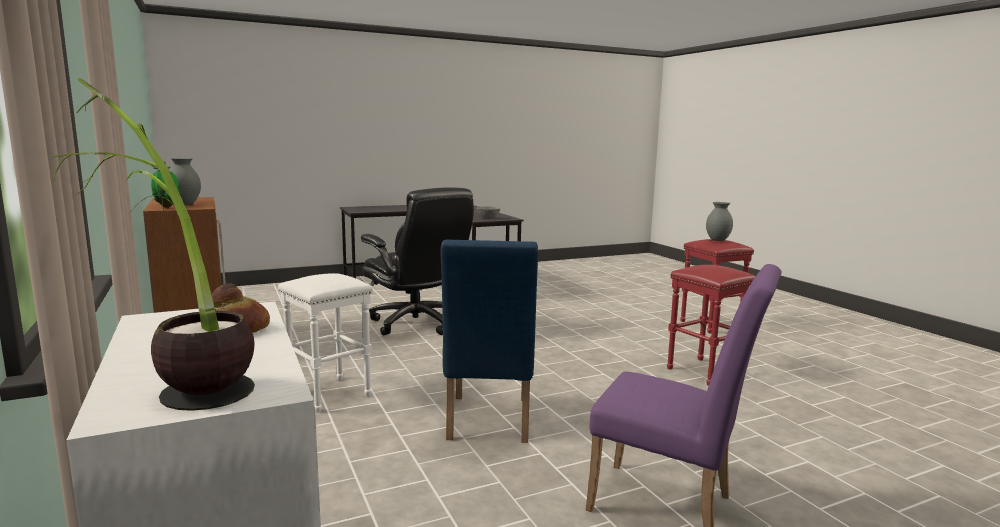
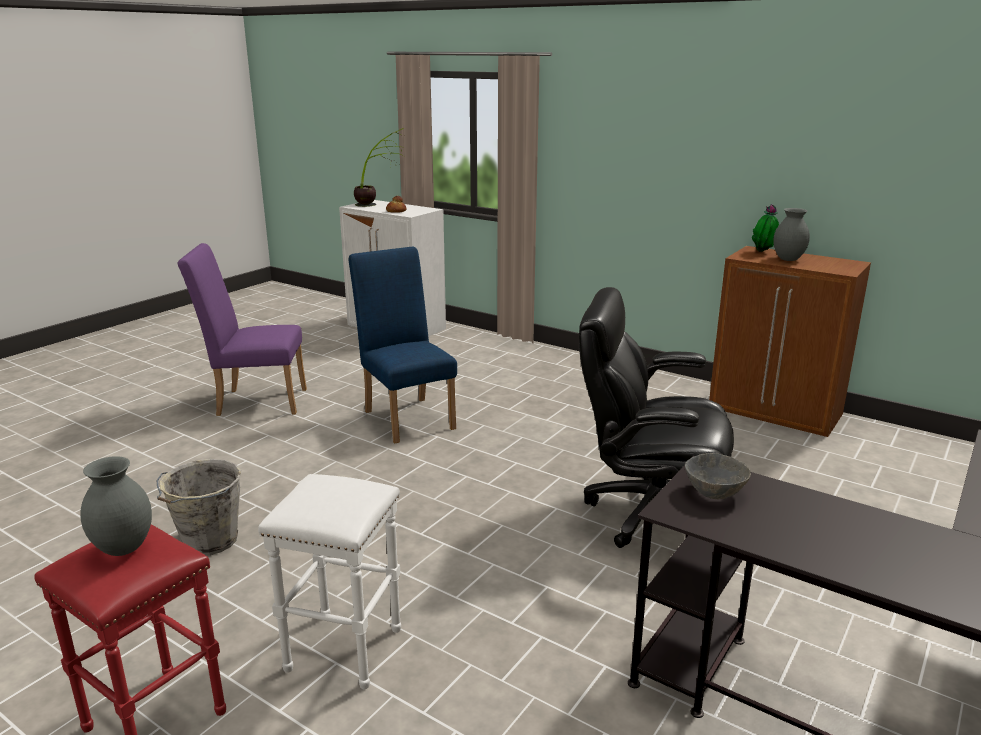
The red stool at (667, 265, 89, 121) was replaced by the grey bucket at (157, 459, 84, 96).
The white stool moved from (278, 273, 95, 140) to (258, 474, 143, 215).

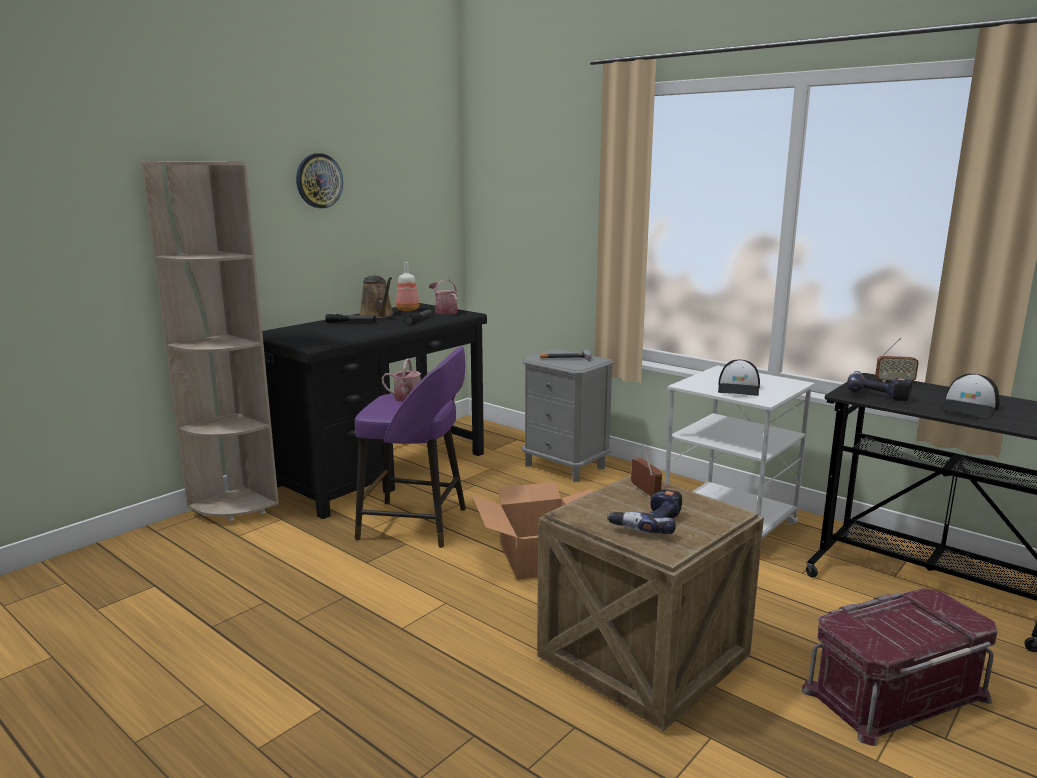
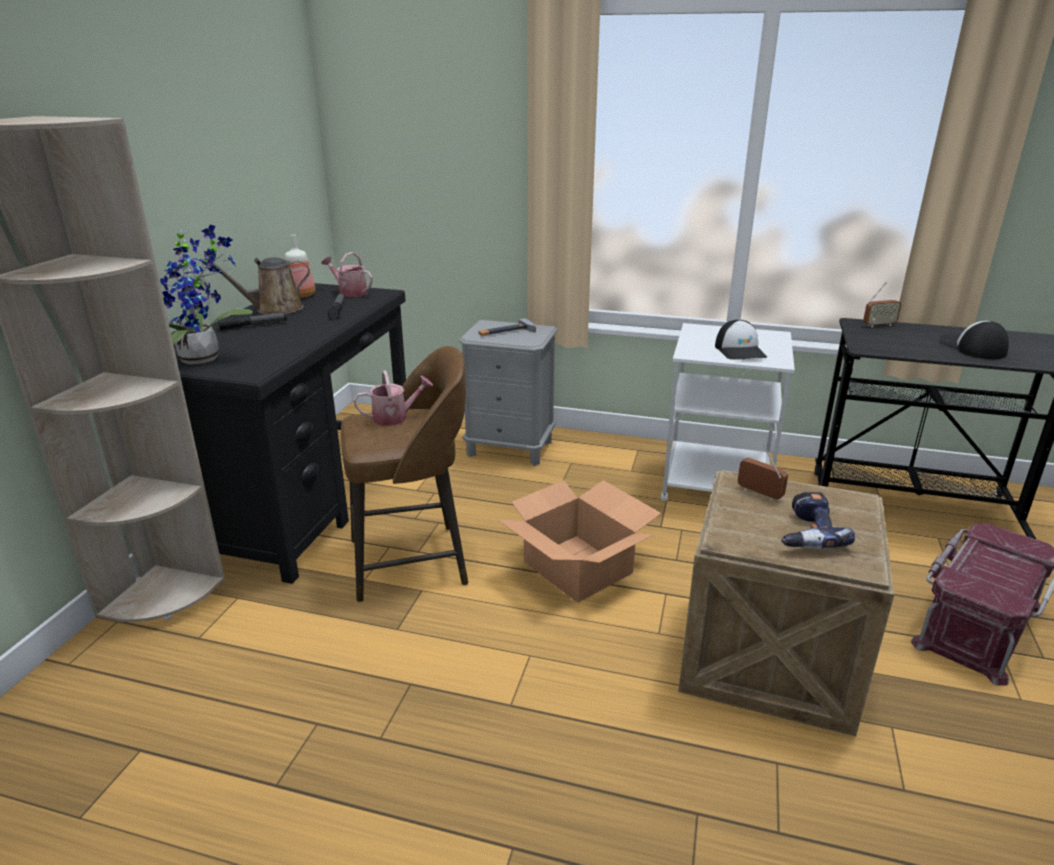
The potted plant at (160, 225, 93, 139) appeared.
The brown watering can at (359, 276, 35, 42) turned 120 degrees clockwise.
The purple stool at (355, 346, 111, 202) became the brown stool at (341, 346, 127, 256).
The cap at (939, 374, 61, 44) turned 150 degrees clockwise.
The wall clock at (296, 153, 47, 55) disappeared.
The power drill at (847, 371, 65, 30) disappeared.

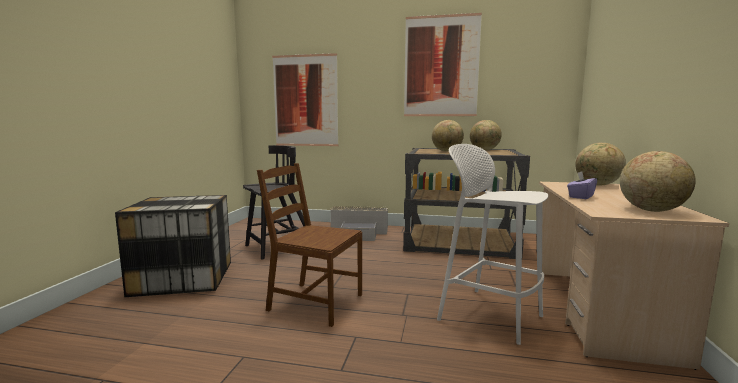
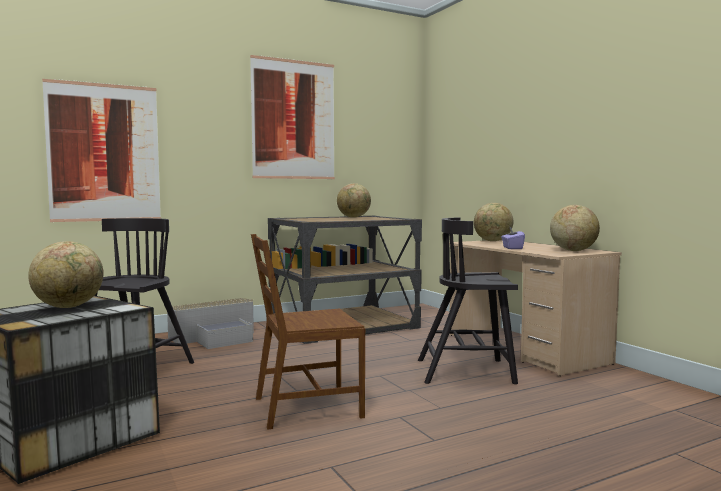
The globe moved from (432, 120, 32, 32) to (28, 241, 76, 67).
The white stool at (437, 144, 111, 201) was replaced by the black chair at (418, 218, 100, 166).

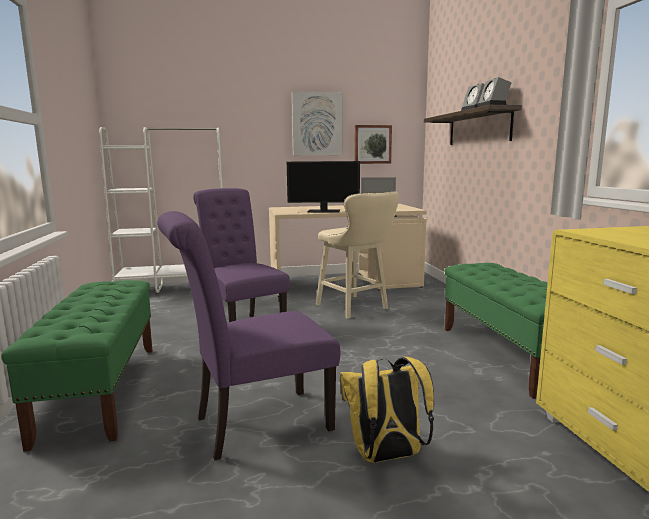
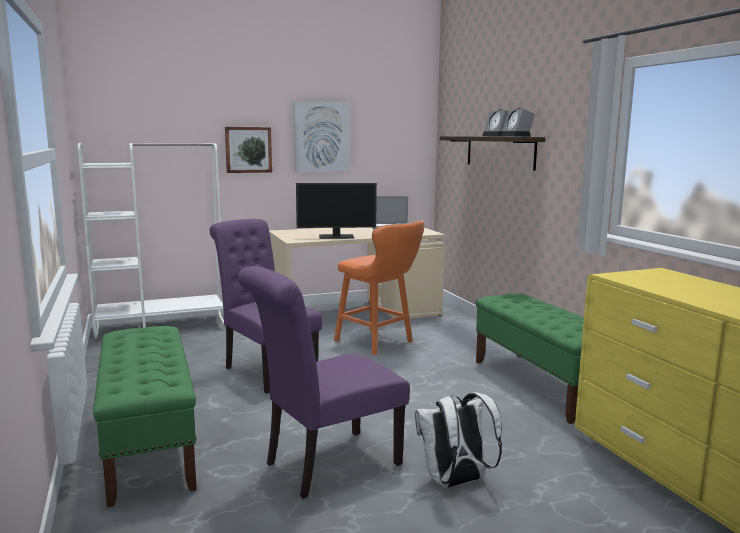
The picture moved from (354, 125, 38, 39) to (225, 127, 47, 46).
The beige stool at (315, 191, 84, 128) became the orange stool at (334, 220, 91, 135).
The yellow backpack at (340, 356, 94, 107) became the white backpack at (415, 392, 87, 96).

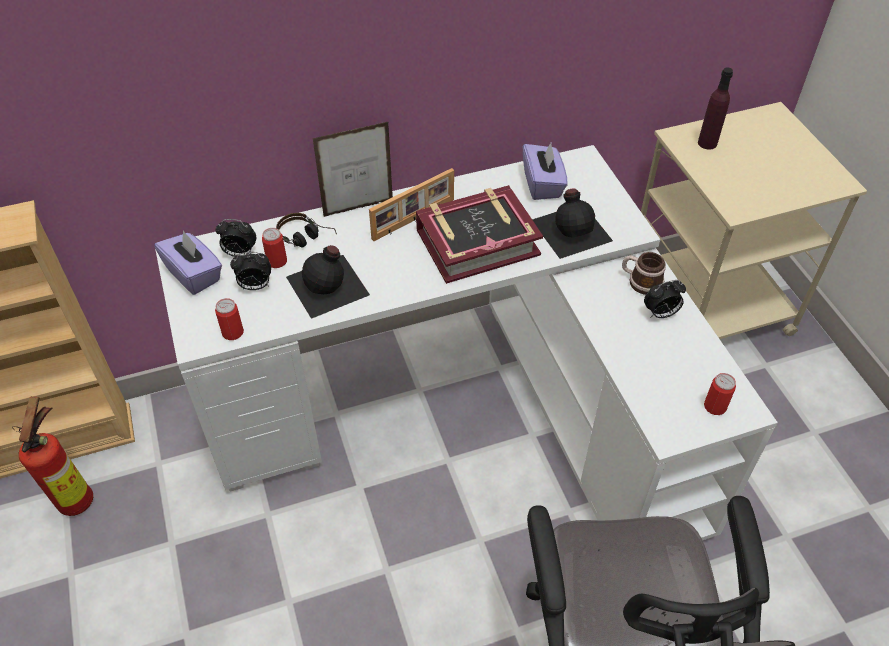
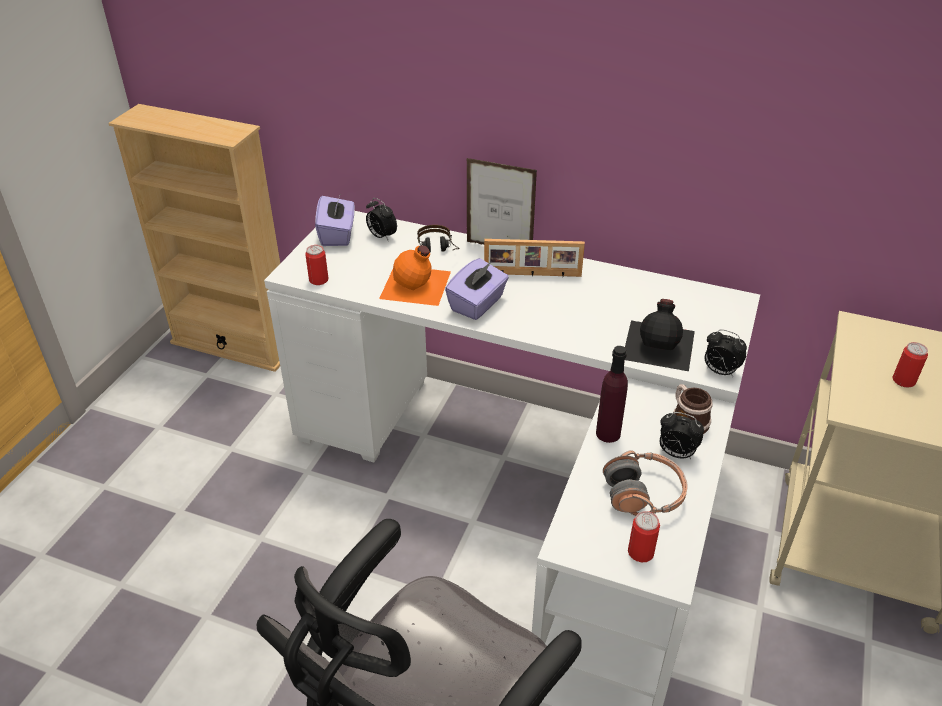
The black bottle at (286, 245, 84, 74) became the orange bottle at (379, 245, 72, 61).
The purple tissue box moved from (523, 143, 45, 57) to (445, 258, 64, 62).
The purple bottle moved from (698, 67, 35, 83) to (596, 346, 32, 97).
The headphones at (603, 450, 85, 66) appeared.
The alarm clock moved from (230, 252, 41, 38) to (705, 329, 42, 48).
The can moved from (262, 228, 25, 40) to (892, 342, 36, 45).
The fire extinguisher at (12, 396, 81, 120) disappeared.
The book at (416, 185, 127, 99) disappeared.

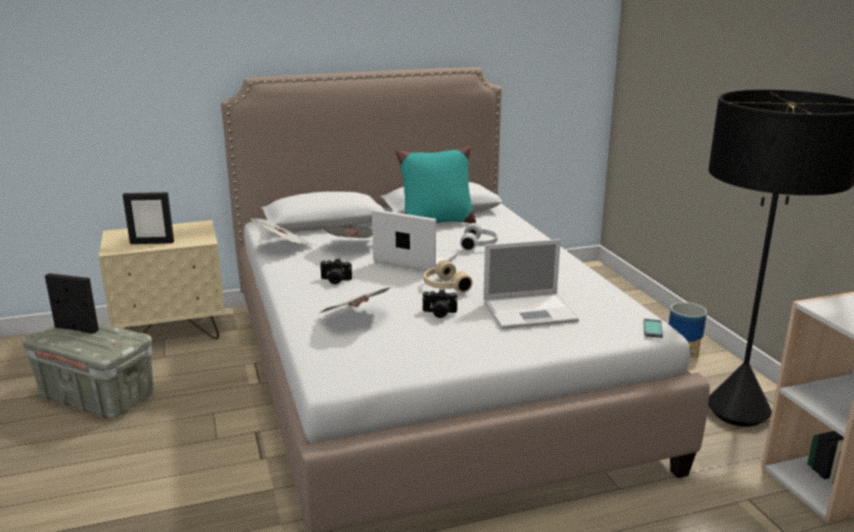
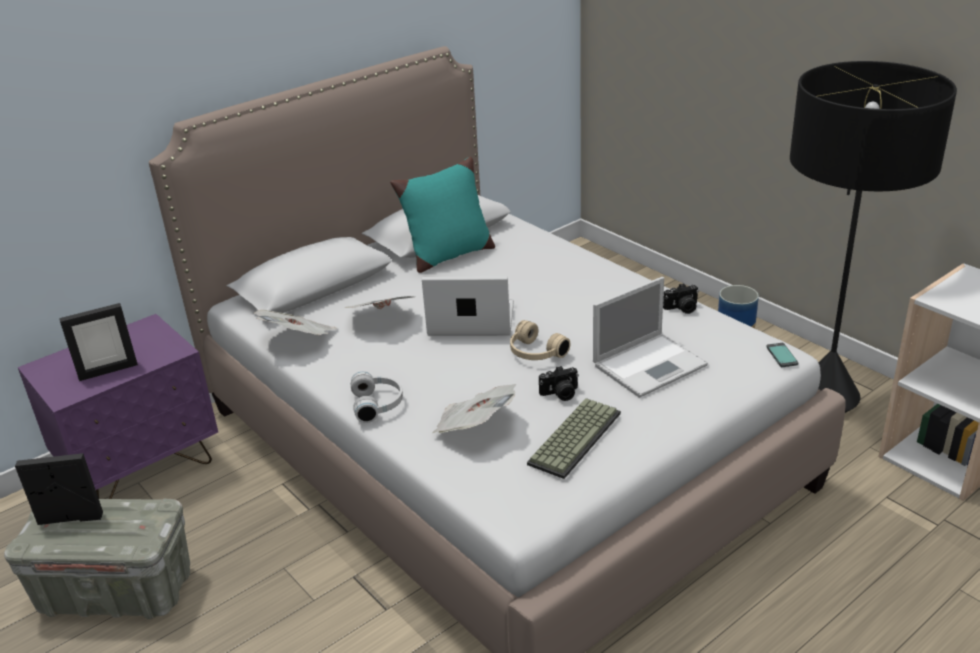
The beige nightstand at (99, 220, 126, 119) became the purple nightstand at (18, 314, 200, 185).
The white headphones moved from (460, 223, 38, 28) to (351, 371, 52, 52).
The keyboard at (527, 398, 94, 81) appeared.
The photo camera moved from (320, 258, 32, 26) to (663, 283, 36, 31).

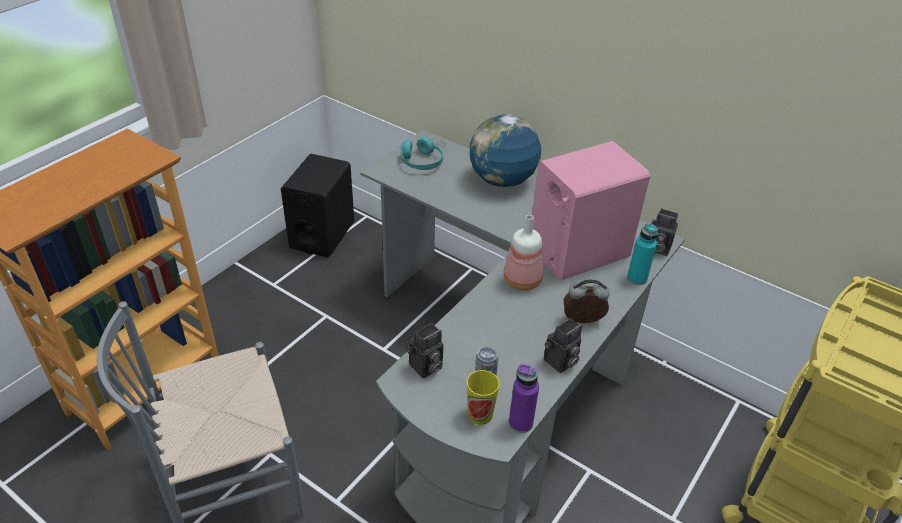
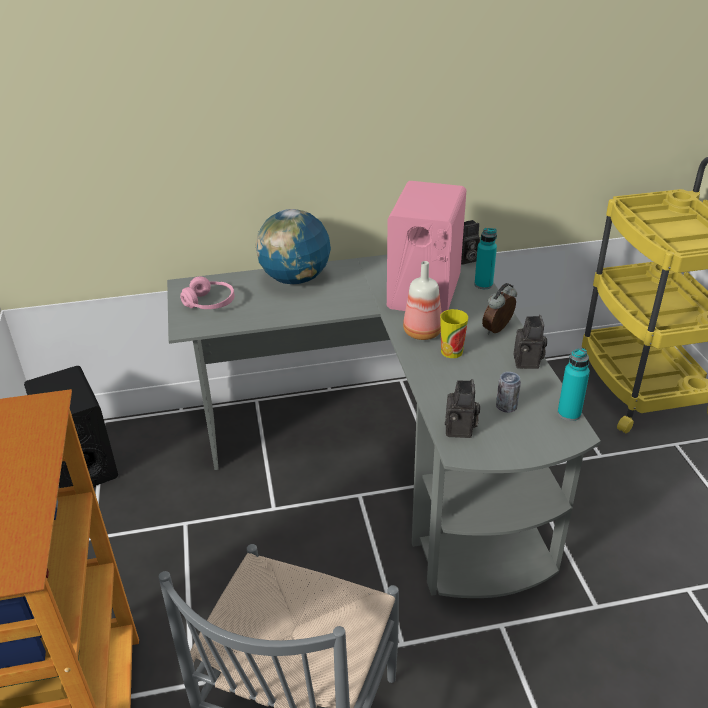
The turquoise headphones at (401, 136, 42, 34) became the pink headphones at (180, 276, 54, 33).
The cup moved from (467, 370, 33, 55) to (440, 309, 28, 49).
The purple bottle at (509, 364, 30, 69) became the turquoise bottle at (558, 348, 32, 73).

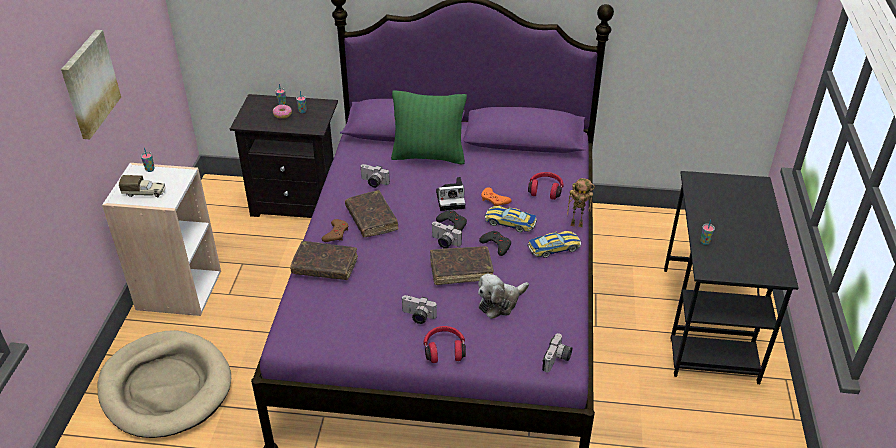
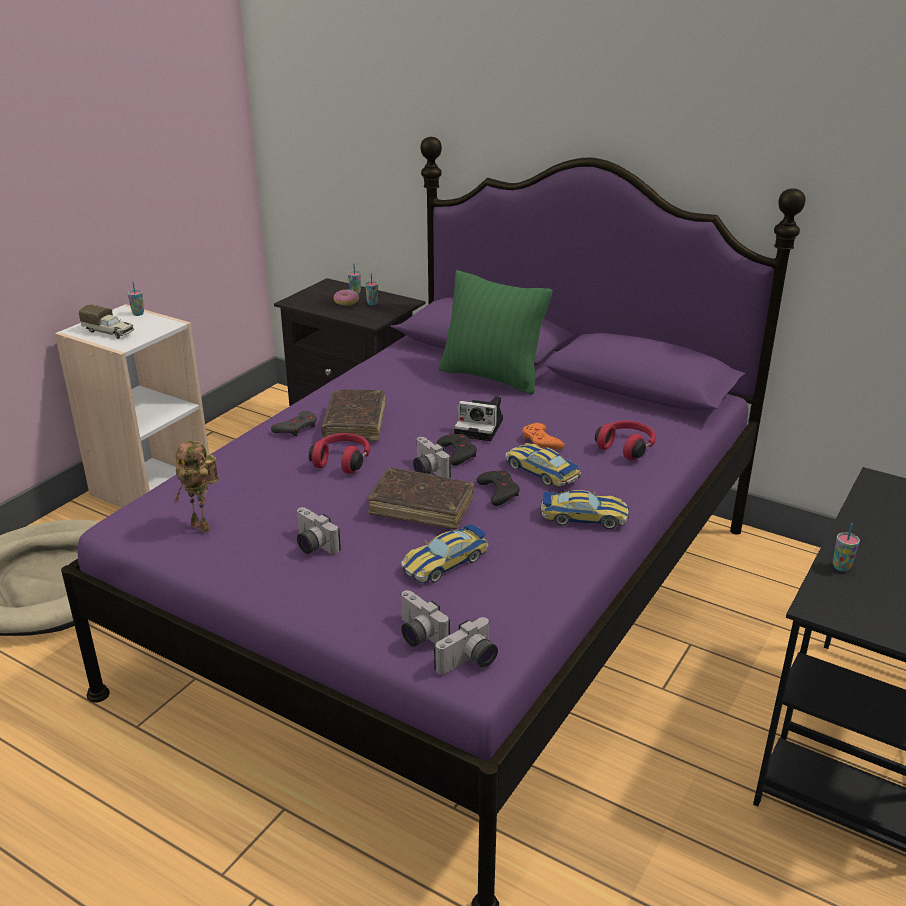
The toy robot moved from (567, 178, 28, 49) to (174, 441, 45, 91).
The brown game controller at (322, 219, 26, 23) became the grey game controller at (271, 411, 46, 26).
The red headphones moved from (424, 326, 42, 37) to (309, 433, 61, 41).
The plush toy at (478, 273, 51, 46) was replaced by the toy car at (401, 524, 88, 60).
The photo camera moved from (361, 164, 29, 24) to (401, 590, 49, 57).
The picture at (61, 30, 60, 109) disappeared.
The brown book at (290, 241, 68, 39) disappeared.

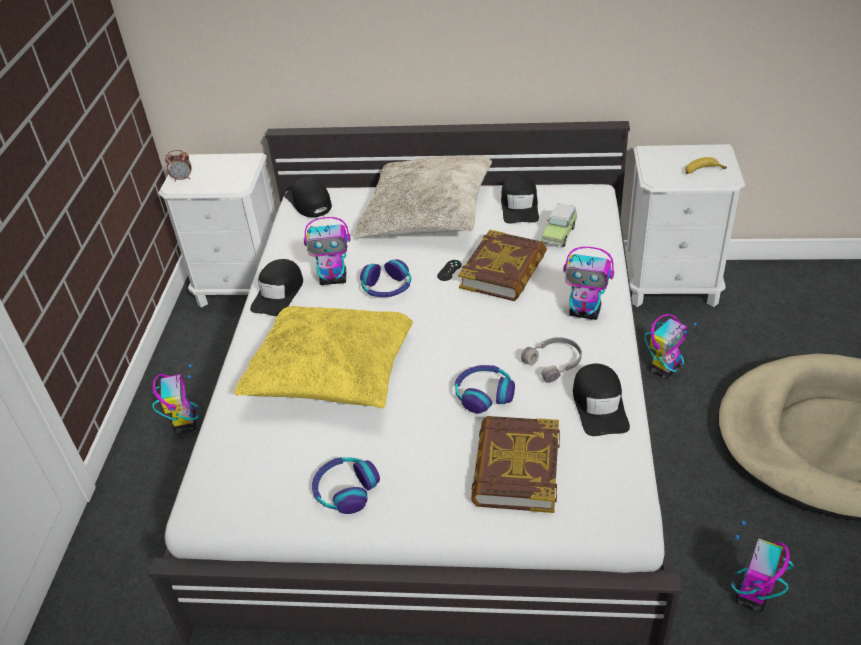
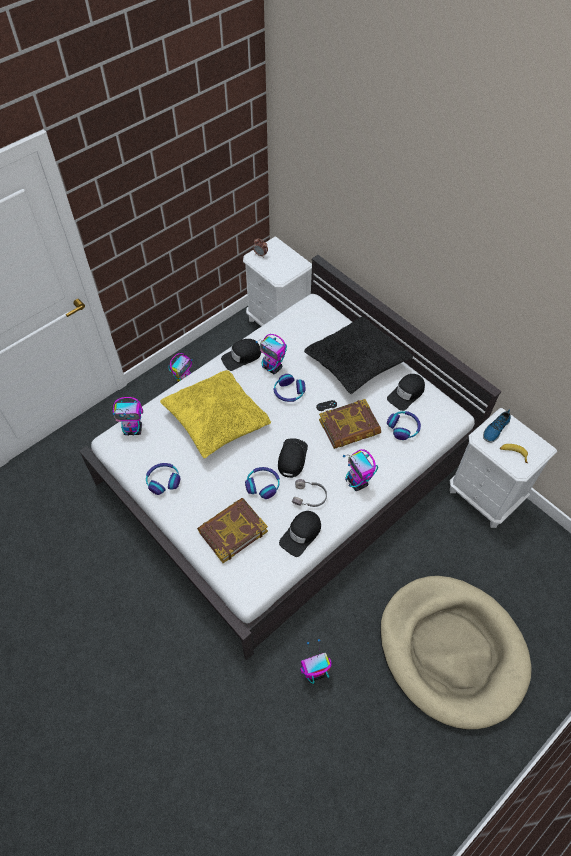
The toy robot moved from (645, 314, 52, 65) to (113, 397, 30, 39).
The black cap moved from (284, 177, 48, 40) to (278, 438, 30, 40).
The beige pillow at (355, 156, 137, 81) became the black pillow at (304, 317, 109, 77).
The toy car at (542, 203, 36, 44) was replaced by the headphones at (387, 411, 34, 29).
The shoe at (483, 410, 28, 33) appeared.

